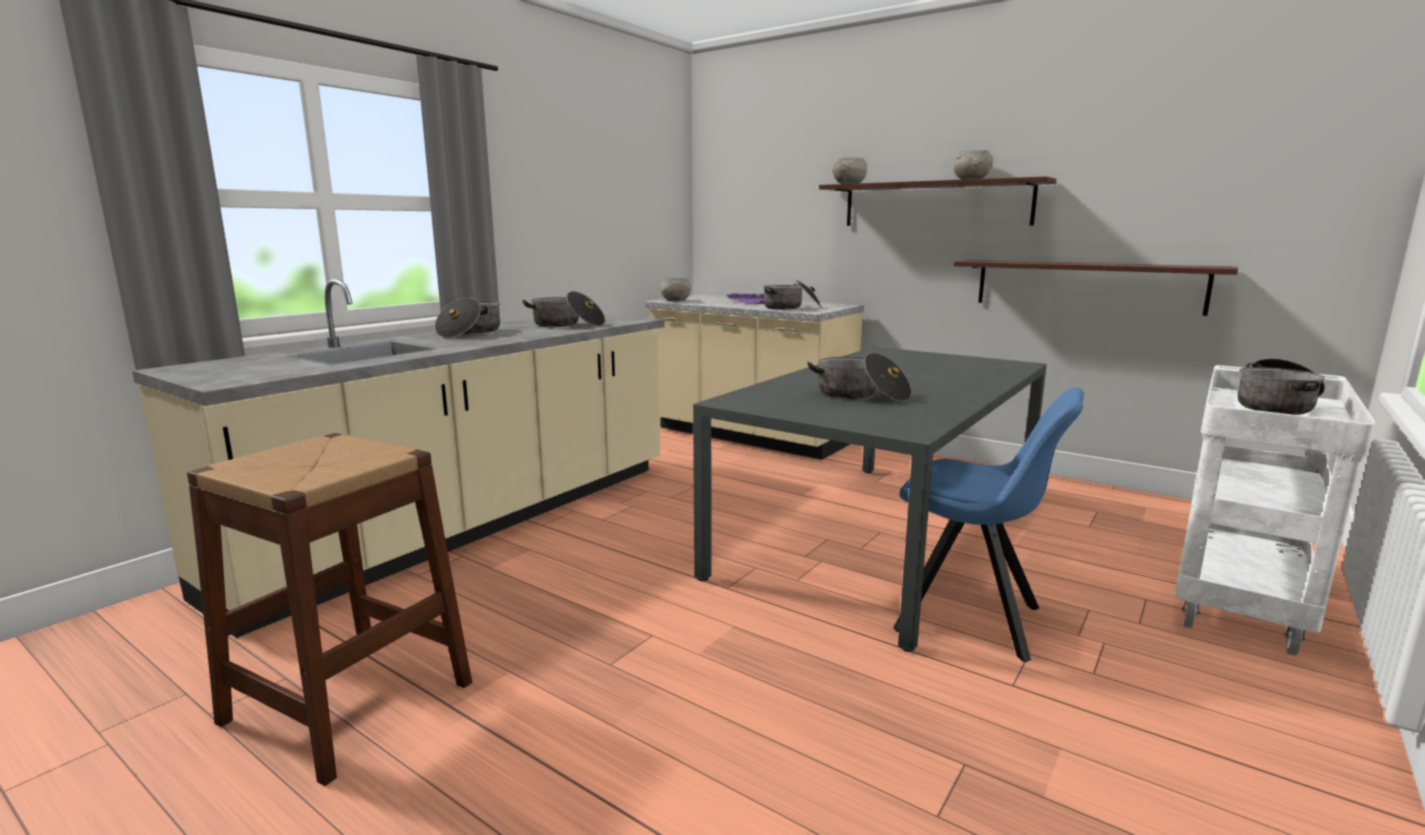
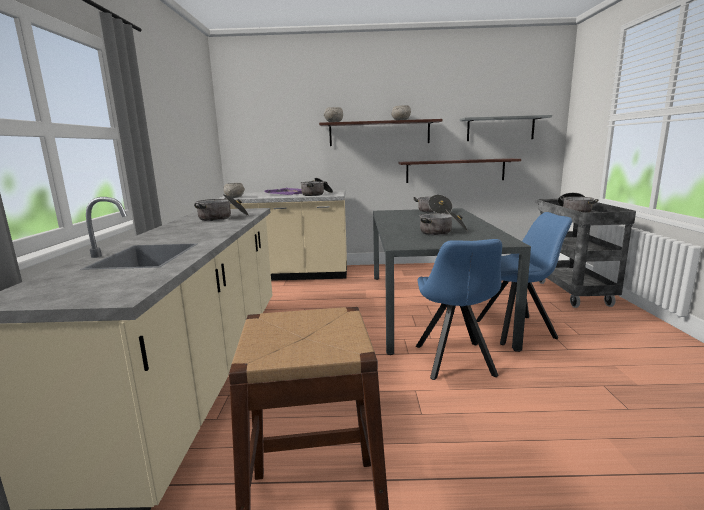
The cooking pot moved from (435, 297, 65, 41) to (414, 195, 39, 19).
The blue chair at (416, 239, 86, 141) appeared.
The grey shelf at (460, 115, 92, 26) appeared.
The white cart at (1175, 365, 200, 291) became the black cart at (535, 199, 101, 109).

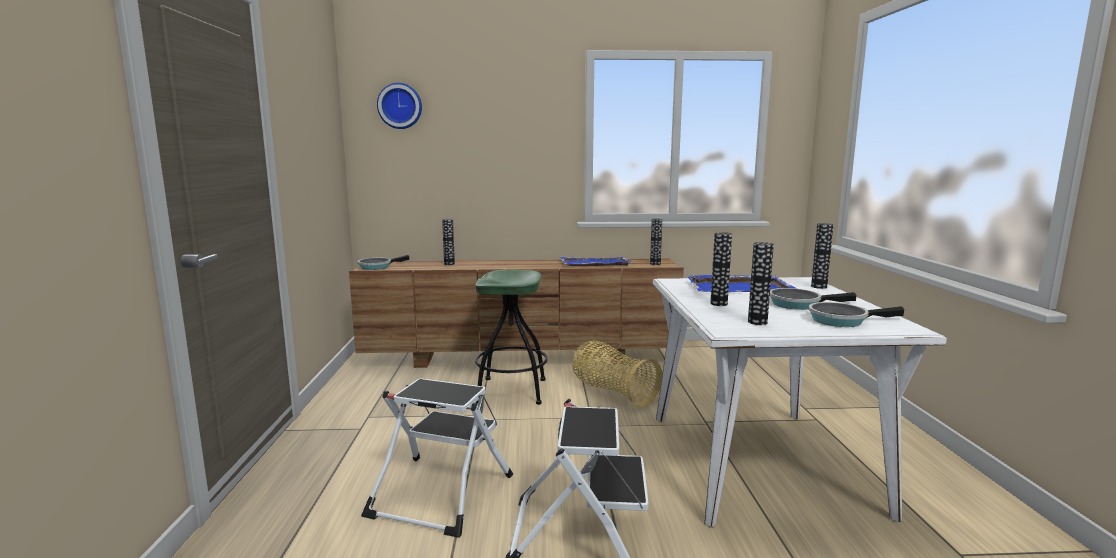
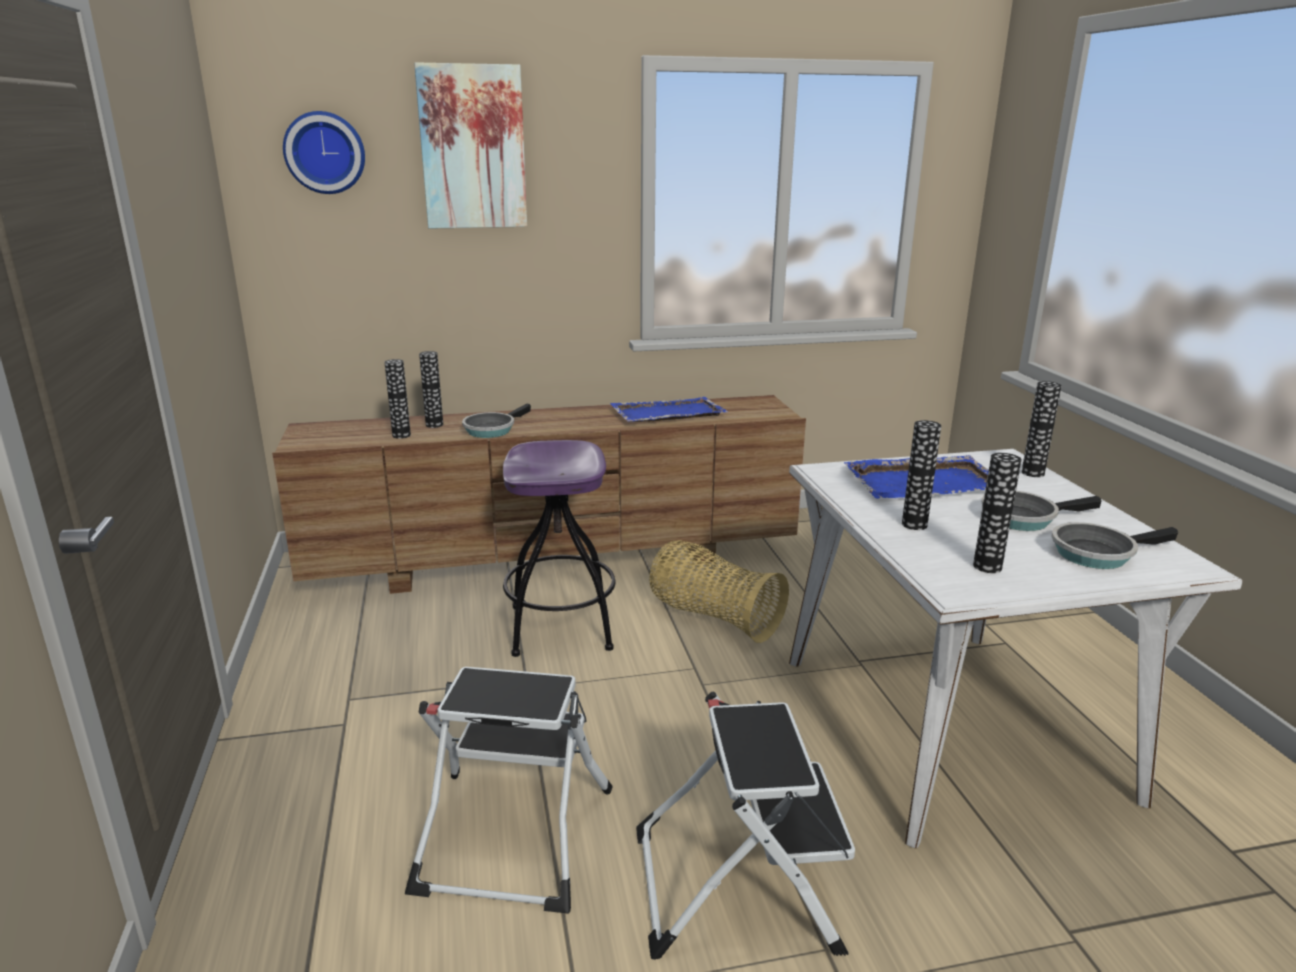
The vase moved from (650, 218, 12, 47) to (384, 359, 27, 80).
The picture at (414, 62, 113, 167) appeared.
The frying pan moved from (358, 255, 51, 15) to (462, 403, 69, 35).
The green stool at (475, 270, 73, 135) became the purple stool at (503, 440, 113, 217).

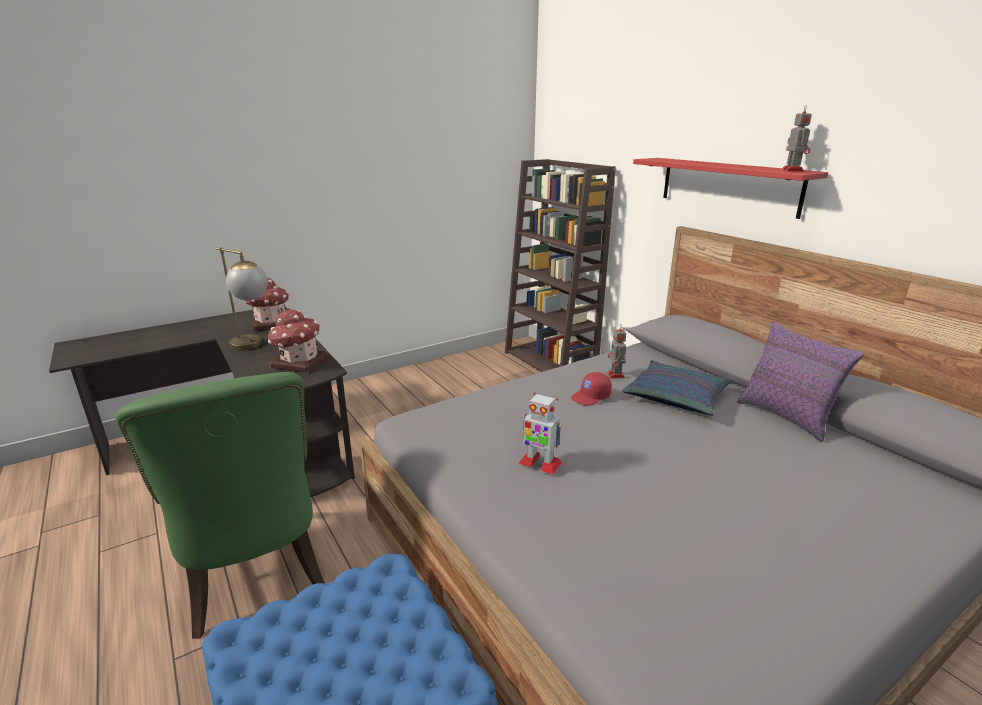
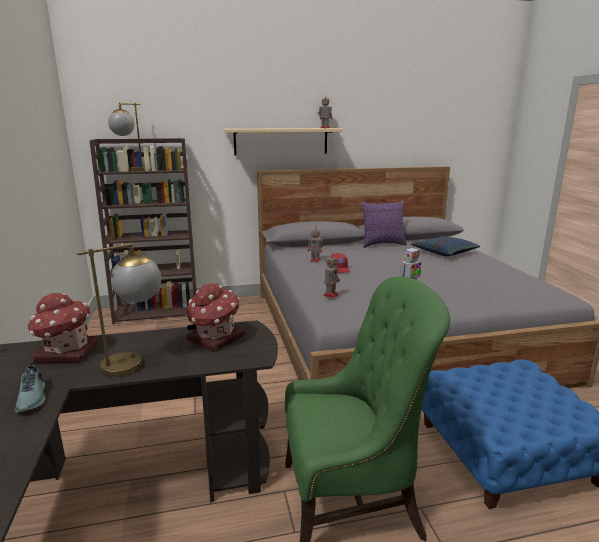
The shoe at (15, 361, 30, 52) appeared.
The table lamp at (108, 103, 37, 68) appeared.
The red shelf at (633, 158, 195, 61) became the beige shelf at (223, 128, 120, 27).
The toy robot at (323, 253, 17, 45) appeared.
The blue pillow moved from (622, 360, 111, 56) to (411, 236, 69, 20).

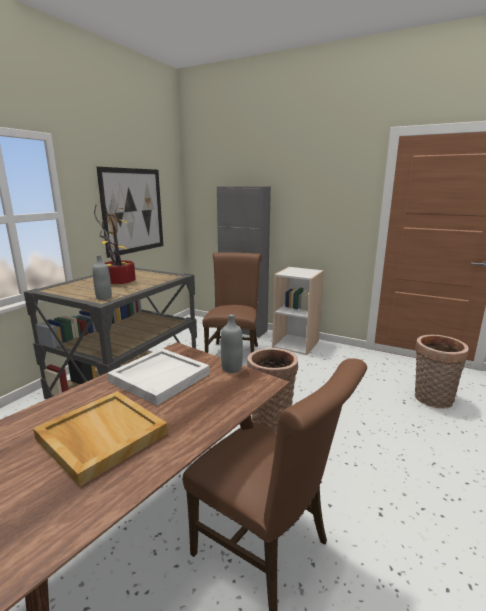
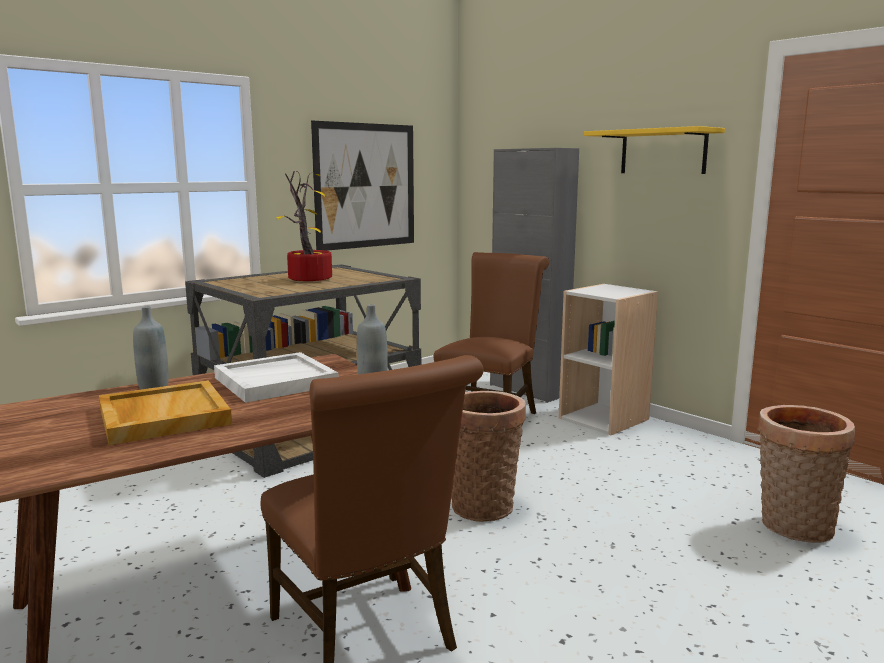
The grey bottle moved from (92, 255, 20, 45) to (133, 306, 36, 84).
The yellow shelf at (584, 126, 141, 48) appeared.

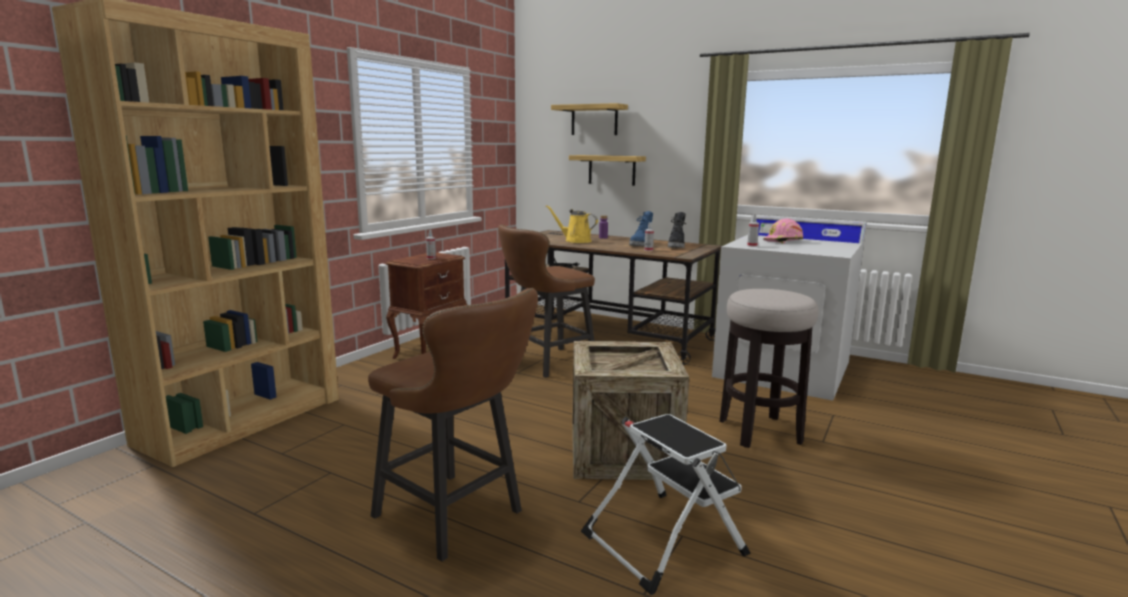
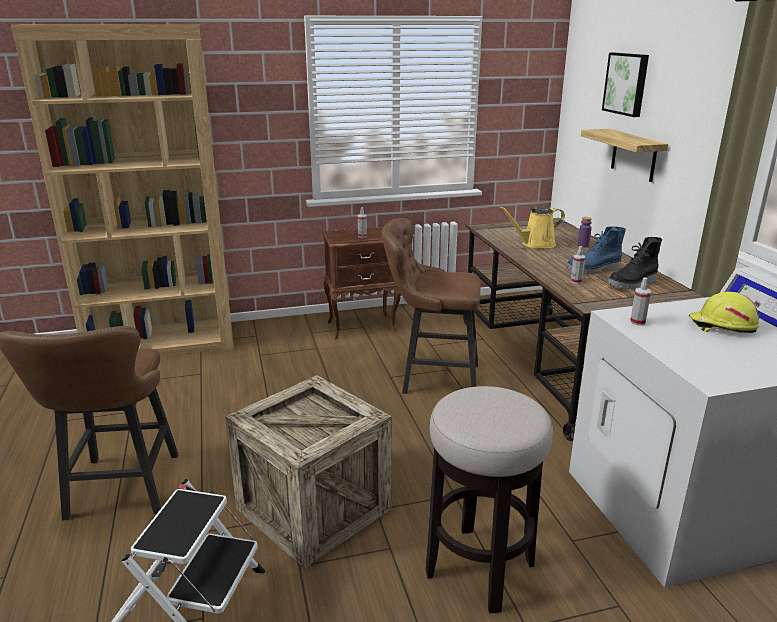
The yellow watering can at (546, 205, 52, 38) turned 90 degrees counterclockwise.
The shelf at (551, 103, 77, 32) was replaced by the picture at (602, 53, 47, 64).
The pink hard hat at (763, 218, 41, 26) became the yellow hard hat at (689, 292, 70, 41).

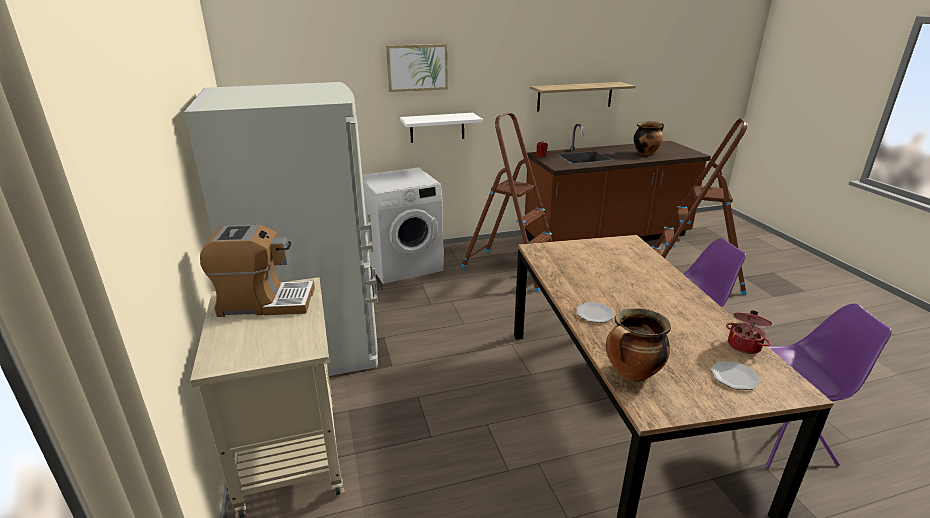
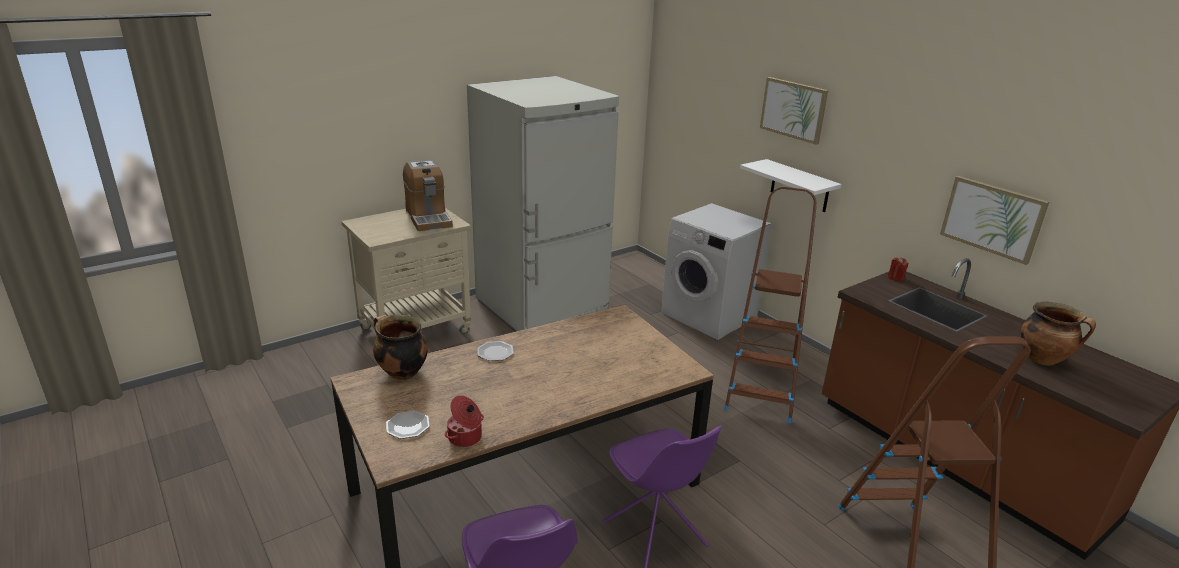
The shelf at (530, 82, 106, 30) was replaced by the picture at (940, 176, 109, 89).

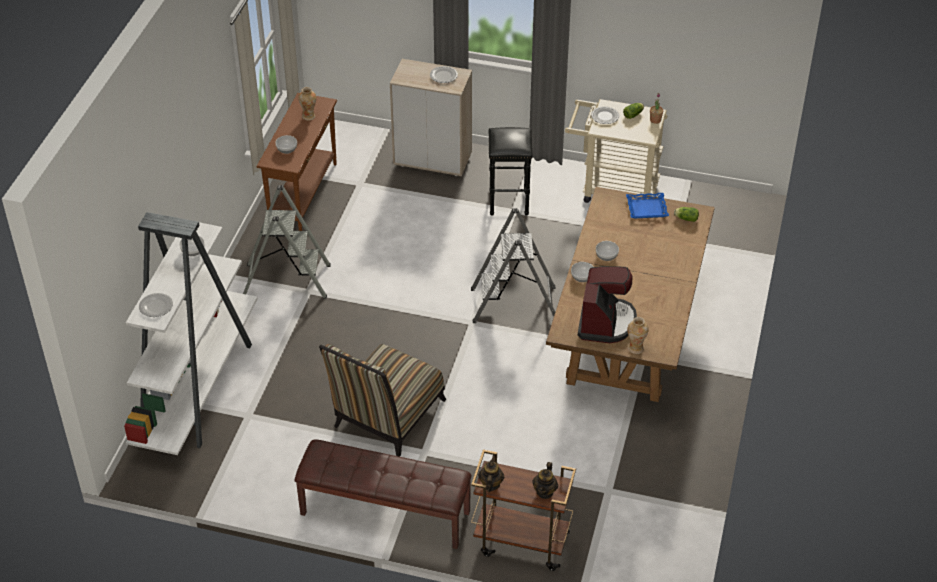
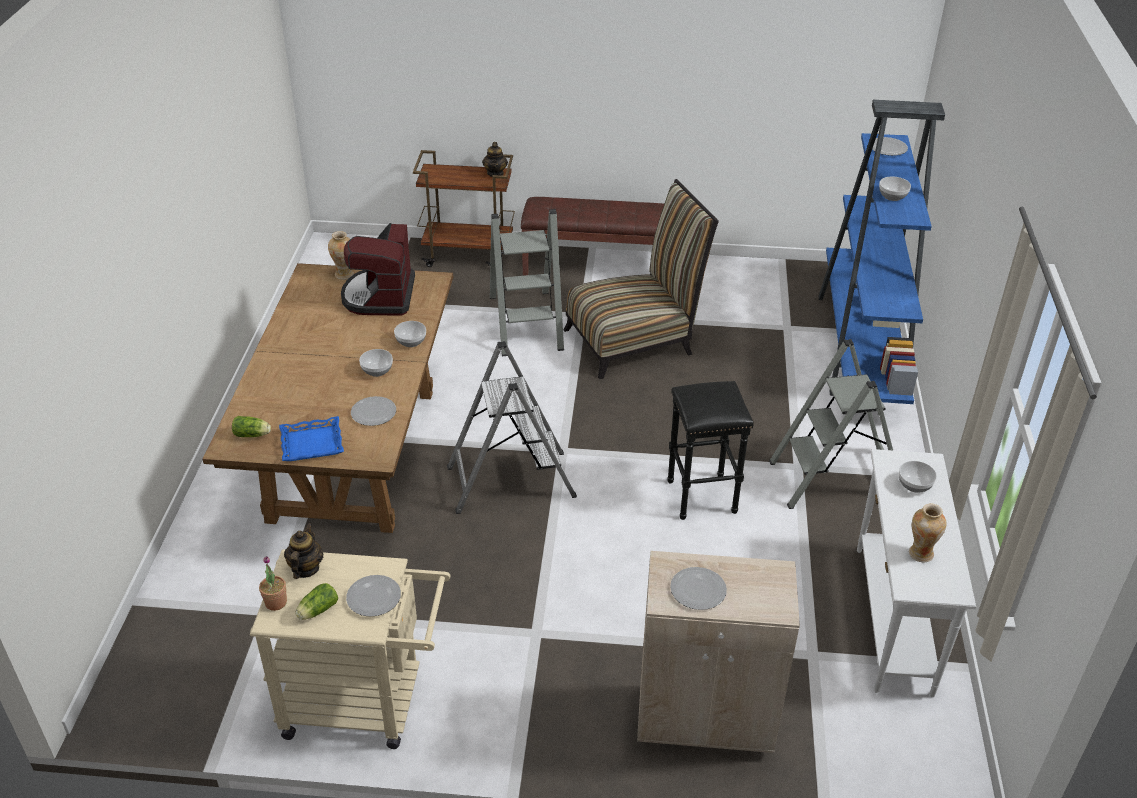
The teapot moved from (532, 462, 26, 37) to (284, 523, 39, 56).
The plate at (351, 396, 45, 30) appeared.
The grey step ladder at (490, 209, 74, 147) appeared.
The chair at (319, 343, 127, 114) turned 45 degrees clockwise.
The black stool moved from (489, 127, 44, 89) to (667, 381, 87, 139).
The white bookcase at (124, 212, 134, 243) became the blue bookcase at (818, 100, 127, 304).
The brown console table at (257, 93, 80, 138) became the white console table at (857, 449, 119, 248).

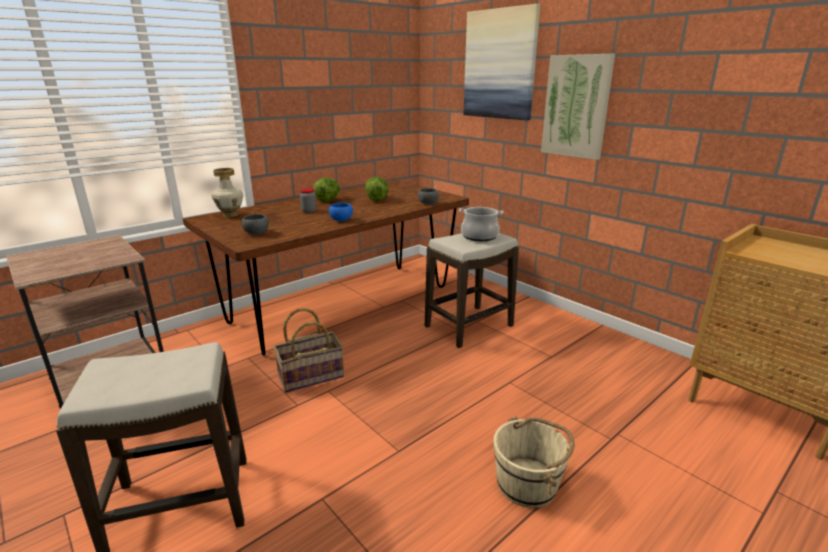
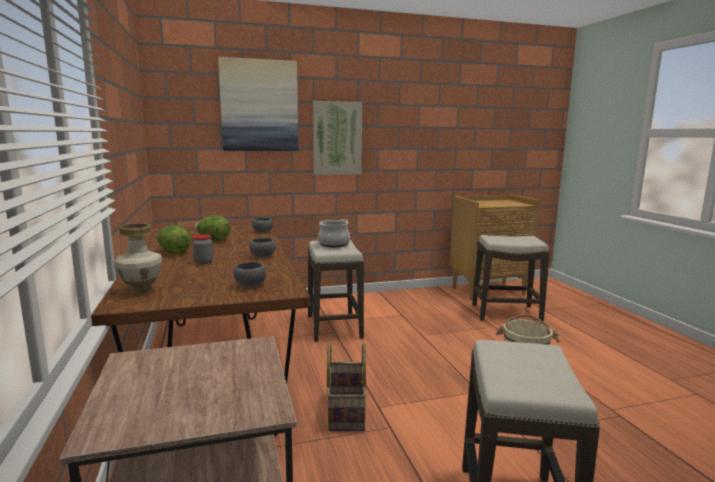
The blue bowl at (329, 203, 24, 18) became the grey bowl at (249, 238, 27, 20).
The stool at (472, 235, 78, 86) appeared.

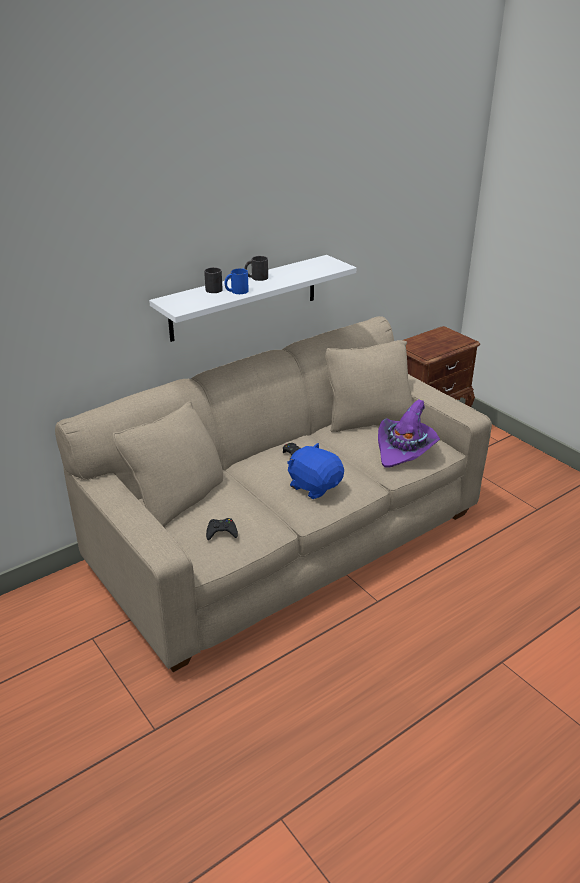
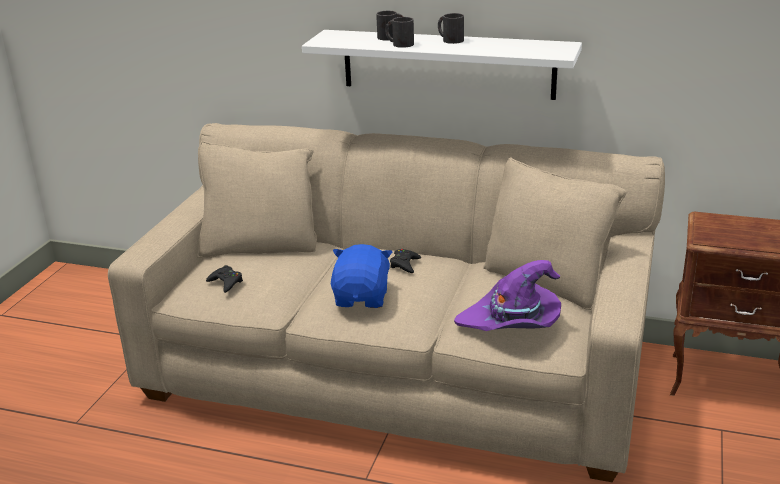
The blue mug at (225, 268, 24, 26) became the black mug at (385, 17, 29, 31).

